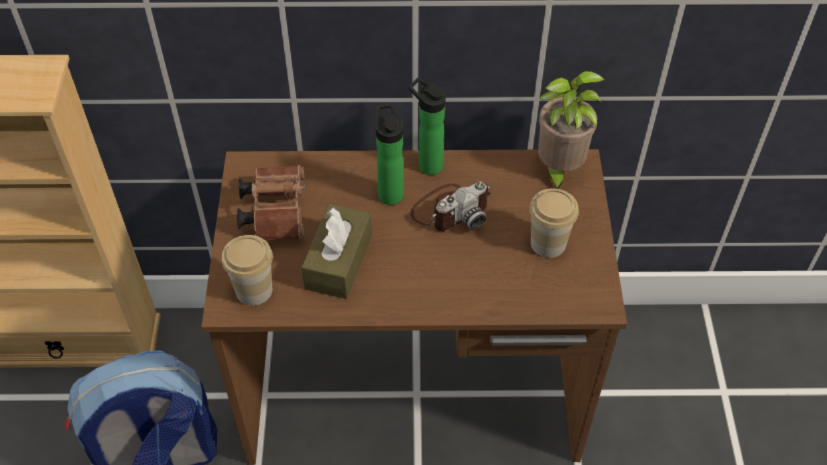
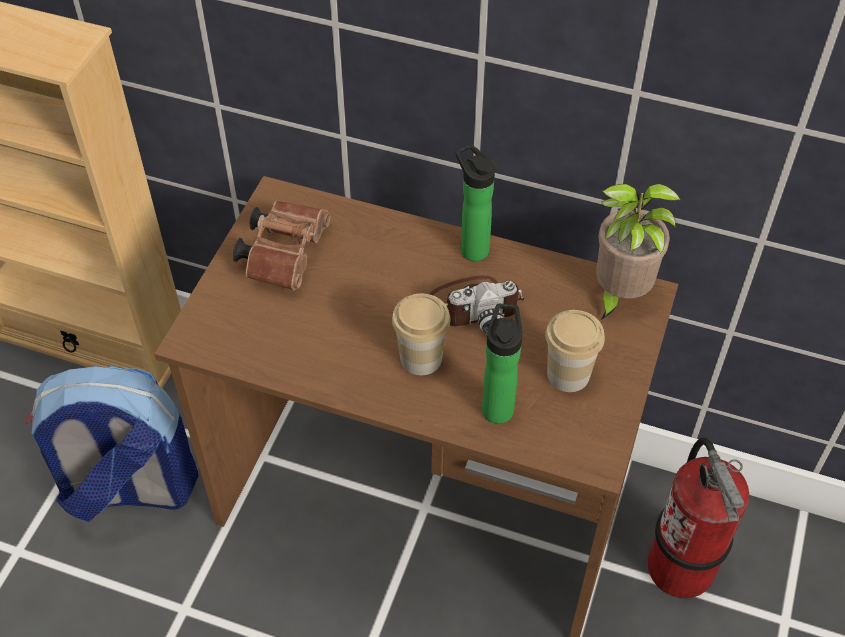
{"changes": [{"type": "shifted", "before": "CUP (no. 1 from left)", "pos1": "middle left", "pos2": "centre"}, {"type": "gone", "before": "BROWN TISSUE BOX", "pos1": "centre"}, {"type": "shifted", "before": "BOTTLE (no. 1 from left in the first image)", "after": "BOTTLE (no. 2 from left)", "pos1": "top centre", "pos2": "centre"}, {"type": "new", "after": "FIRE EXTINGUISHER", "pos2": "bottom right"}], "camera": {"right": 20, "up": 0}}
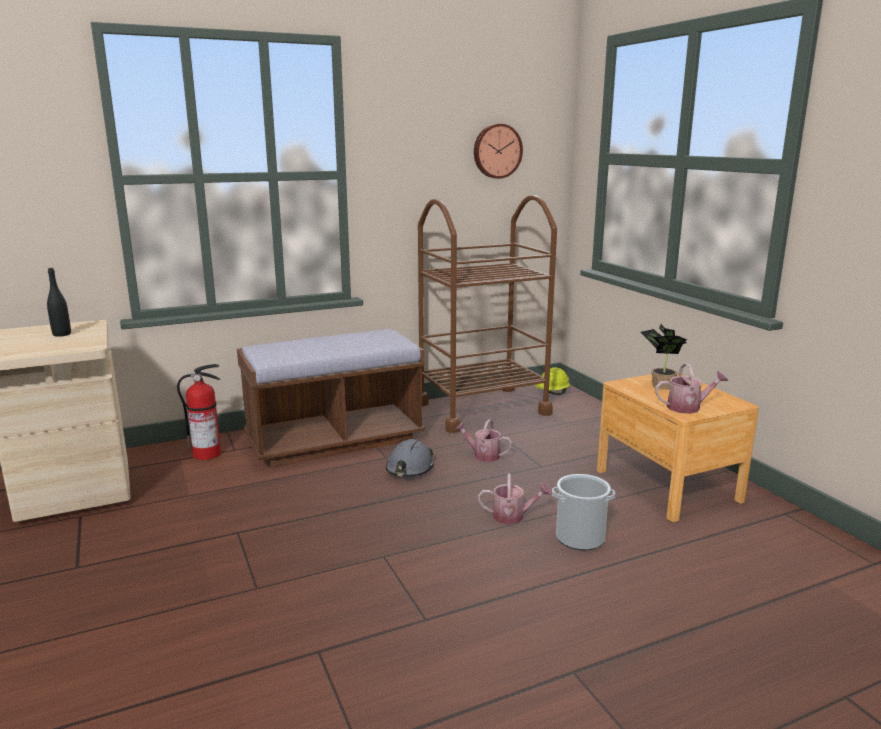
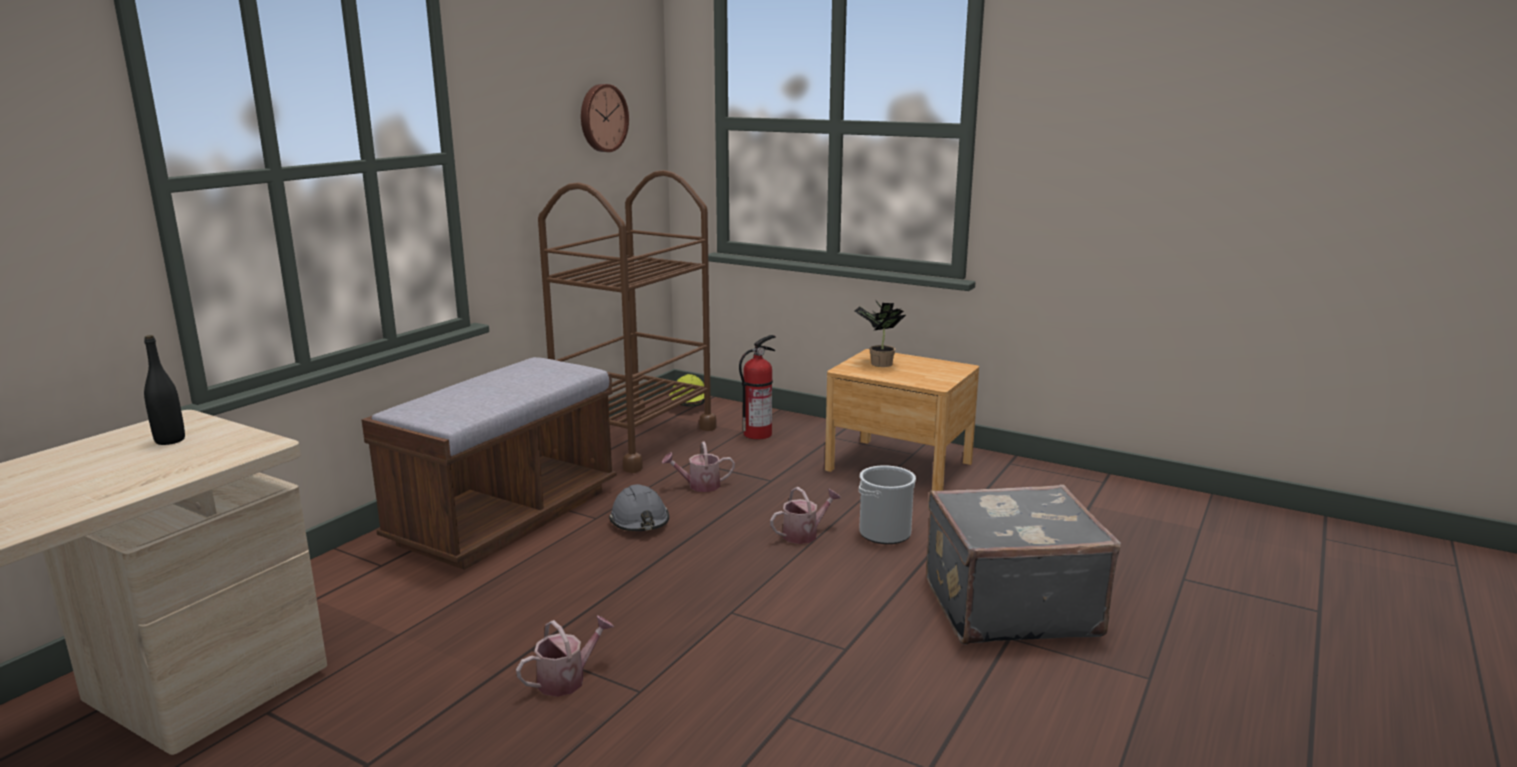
{"changes": [{"type": "shifted", "before": "FIRE EXTINGUISHER", "pos1": "middle left", "pos2": "centre"}, {"type": "shifted", "before": "WATERING CAN (no. 3 from left in the first image)", "after": "WATERING CAN (no. 1 from left)", "pos1": "middle right", "pos2": "bottom centre"}, {"type": "new", "after": "GREY SUITCASE", "pos2": "bottom right"}], "camera": {"right": -35, "up": 0}}
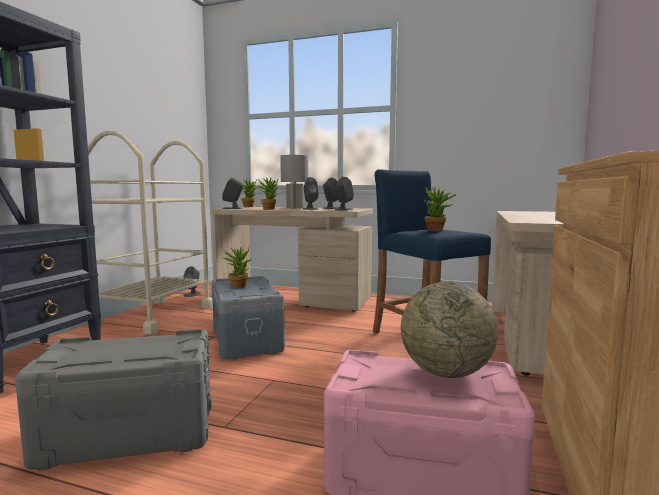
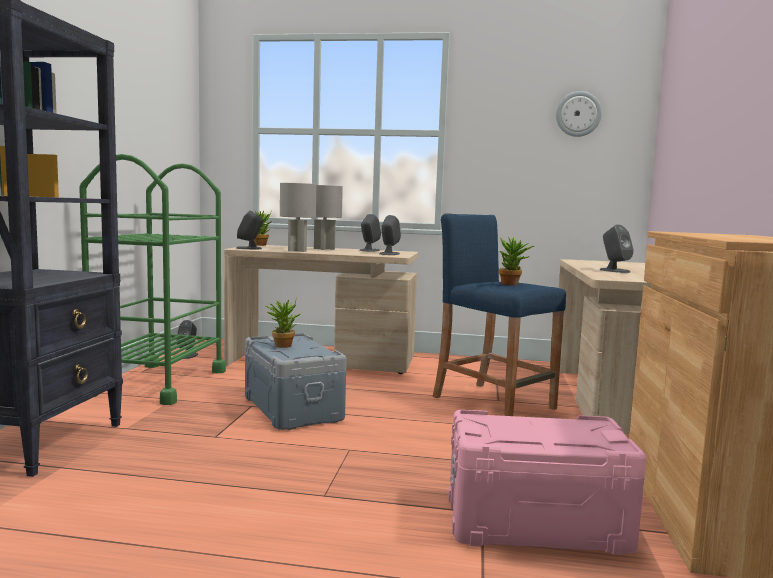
{"changes": [{"type": "gone", "before": "GREY STORAGE BOX (no. 1 from left)", "pos1": "bottom left"}, {"type": "repainted", "before": "BEIGE CART", "after": "GREEN CART", "pos1": "middle left", "pos2": "middle left"}, {"type": "swapped", "before": "POTTED PLANT (no. 3 from left)", "after": "GREY TABLE LAMP (no. 1 from left)", "pos1": "centre", "pos2": "centre"}, {"type": "shifted", "before": "GREY SPEAKER (no. 3 from left in the first image)", "after": "GREY SPEAKER (no. 5 from left)", "pos1": "centre", "pos2": "middle right"}, {"type": "gone", "before": "GLOBE", "pos1": "bottom right"}, {"type": "new", "after": "WALL CLOCK", "pos2": "top right"}], "camera": {"right": -10, "up": 0}}
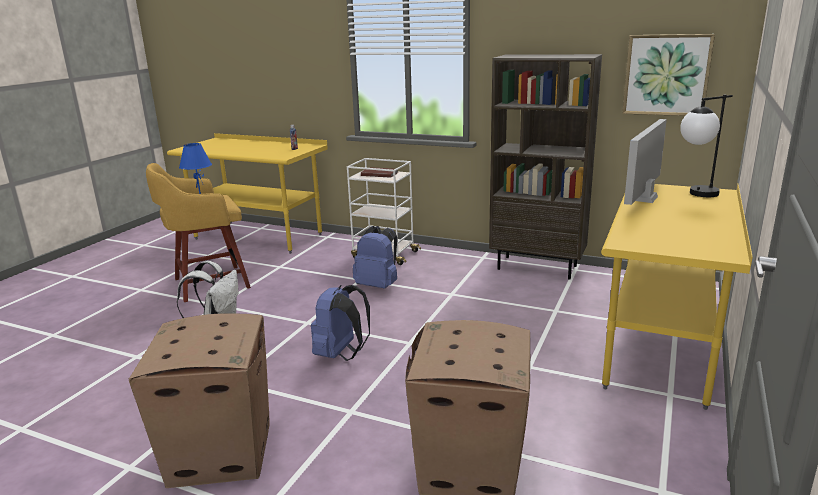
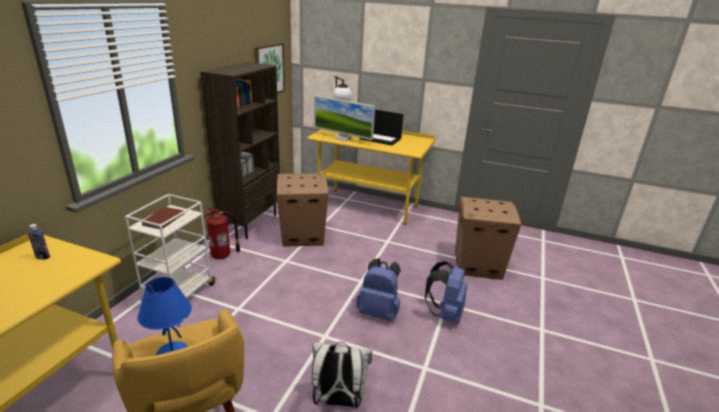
{"changes": [{"type": "shifted", "before": "CARDBOARD BOX (no. 1 from left)", "pos1": "bottom left", "pos2": "centre"}, {"type": "shifted", "before": "BLUE BACKPACK (no. 2 from left)", "pos1": "centre", "pos2": "bottom centre"}, {"type": "new", "after": "FIRE EXTINGUISHER", "pos2": "middle left"}, {"type": "new", "after": "LAPTOP", "pos2": "top centre"}], "camera": {"right": -95, "up": 5}}
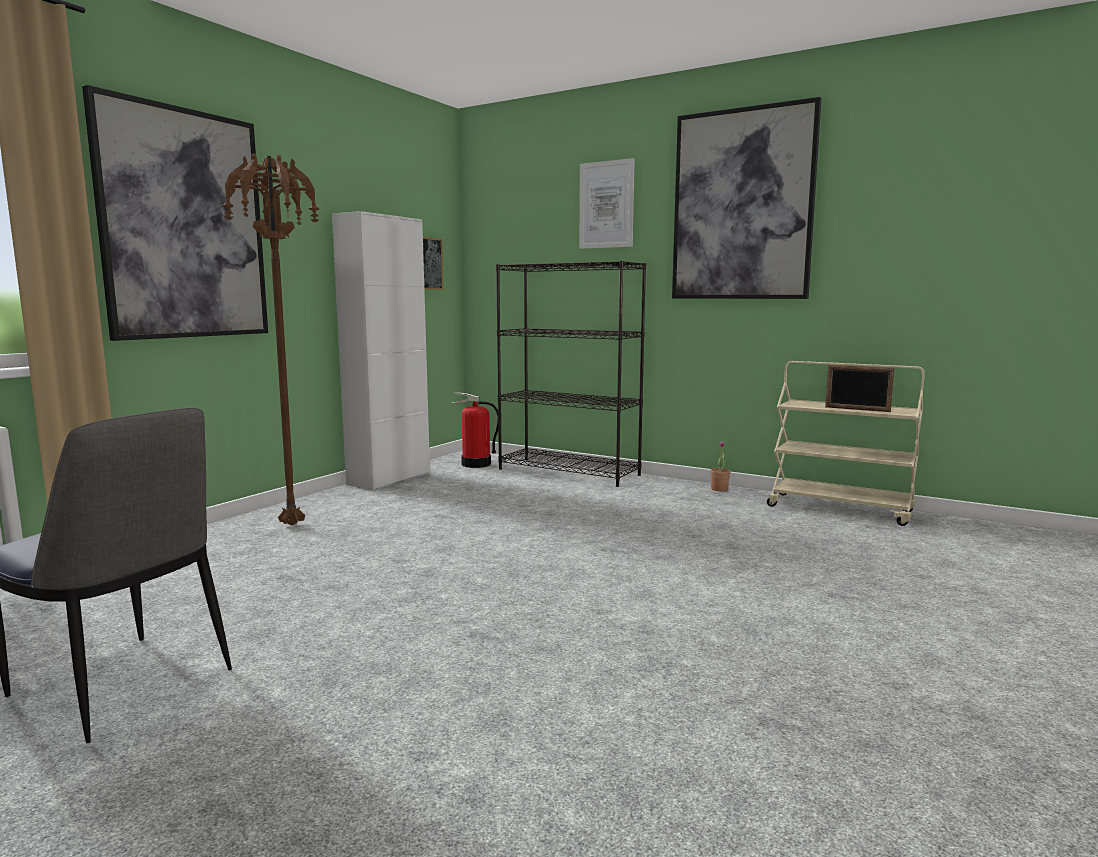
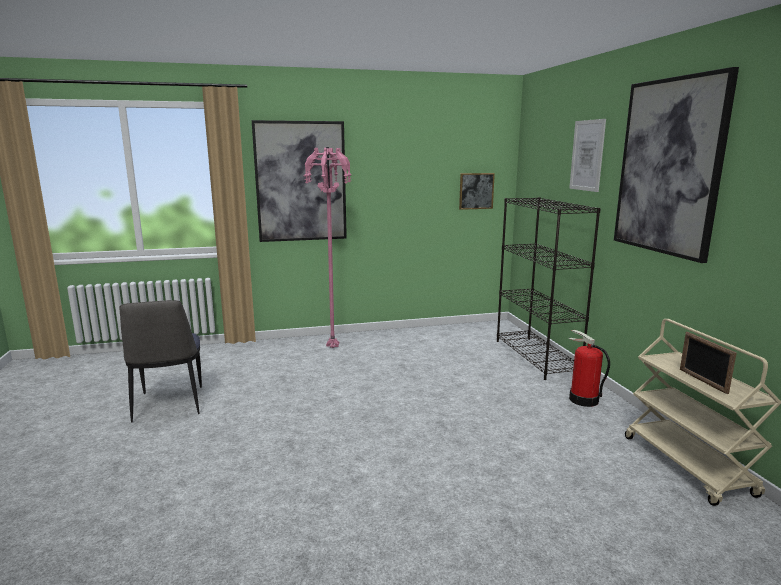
{"changes": [{"type": "repainted", "before": "BROWN FLOOR LAMP", "after": "PINK FLOOR LAMP", "pos1": "middle left", "pos2": "centre"}, {"type": "gone", "before": "WHITE CABINET", "pos1": "centre"}, {"type": "shifted", "before": "FIRE EXTINGUISHER", "pos1": "centre", "pos2": "middle right"}, {"type": "gone", "before": "POTTED PLANT", "pos1": "centre"}], "camera": {"right": 45, "up": 5}}
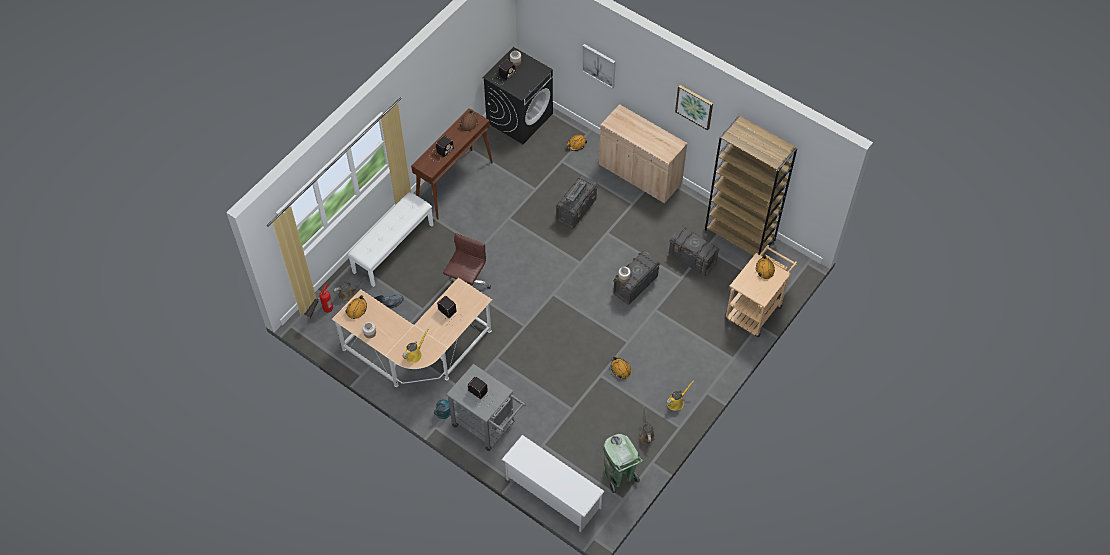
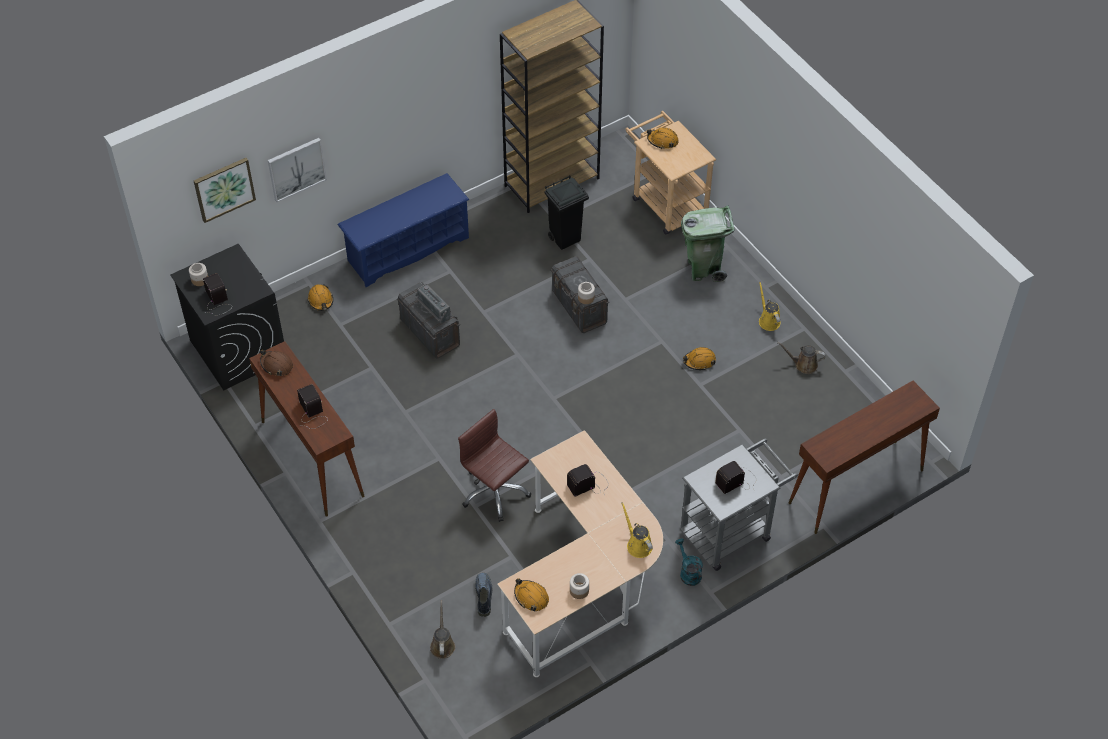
{"changes": [{"type": "gone", "before": "FIRE EXTINGUISHER", "pos1": "middle left"}, {"type": "gone", "before": "WHITE BENCH", "pos1": "centre"}, {"type": "swapped", "before": "WHITE SHOE RACK", "after": "BROWN CONSOLE TABLE (no. 2 from left)", "pos1": "bottom centre", "pos2": "middle right"}, {"type": "swapped", "before": "BEIGE CABINET", "after": "BLUE SHOE RACK", "pos1": "top centre", "pos2": "top centre"}, {"type": "shifted", "before": "GREEN TRASH CAN", "pos1": "bottom centre", "pos2": "top centre"}, {"type": "swapped", "before": "GREY STORAGE BOX (no. 3 from left)", "after": "BLACK TRASH CAN", "pos1": "centre", "pos2": "top centre"}, {"type": "shifted", "before": "PICTURE (no. 2 from left in the first image)", "after": "PICTURE (no. 1 from left)", "pos1": "top centre", "pos2": "top left"}], "camera": {"right": -70, "up": -5}}
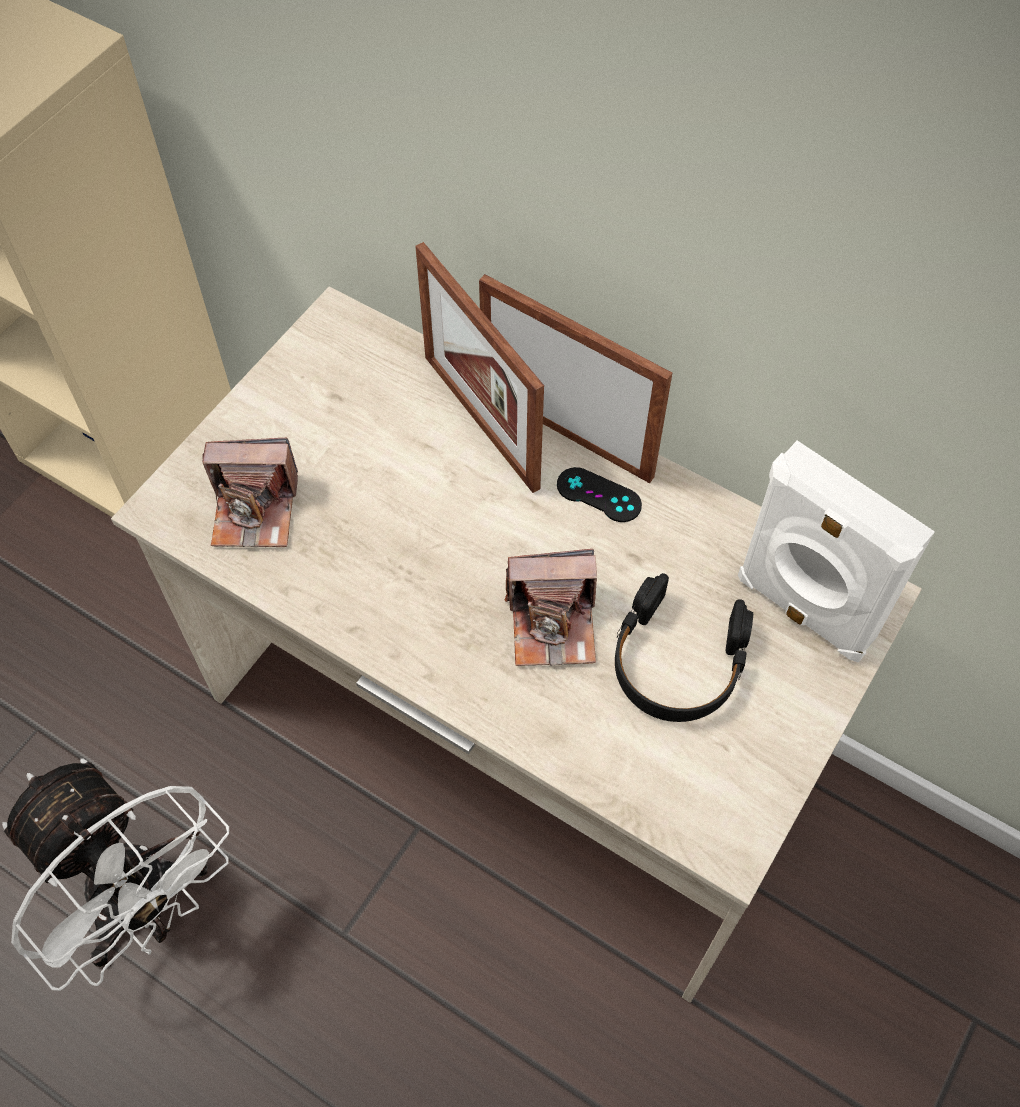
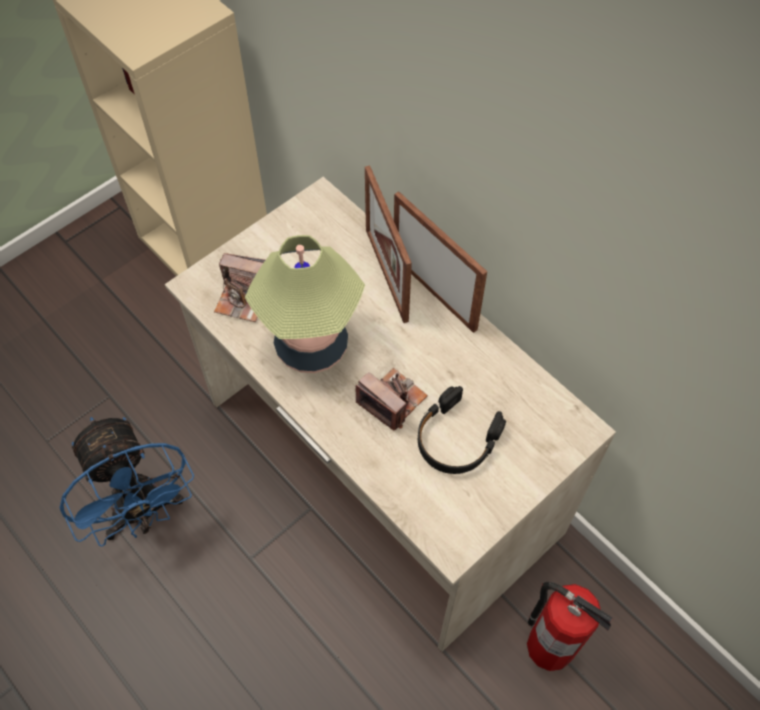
{"changes": [{"type": "repainted", "before": "WHITE FAN", "after": "BLUE FAN", "pos1": "bottom left", "pos2": "bottom left"}, {"type": "rotated", "before": "PHOTO CAMERA (no. 2 from left)", "pos1": "centre", "pos2": "centre", "turn": -150}, {"type": "gone", "before": "BLACK GAME CONTROLLER", "pos1": "centre"}, {"type": "gone", "before": "WHITE SPEAKER", "pos1": "middle right"}, {"type": "new", "after": "TABLE LAMP", "pos2": "centre"}, {"type": "new", "after": "FIRE EXTINGUISHER", "pos2": "bottom right"}], "camera": {"right": 15, "up": 0}}
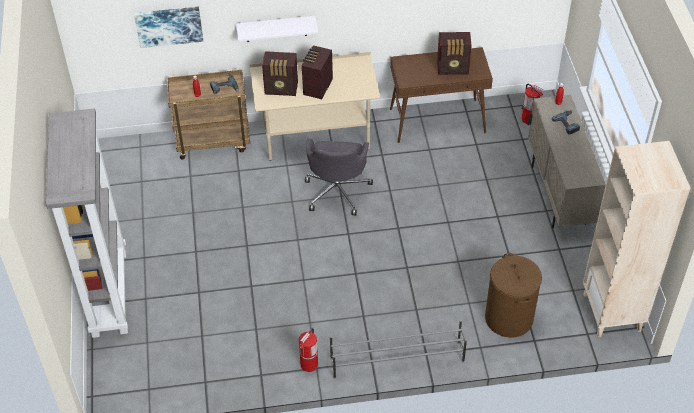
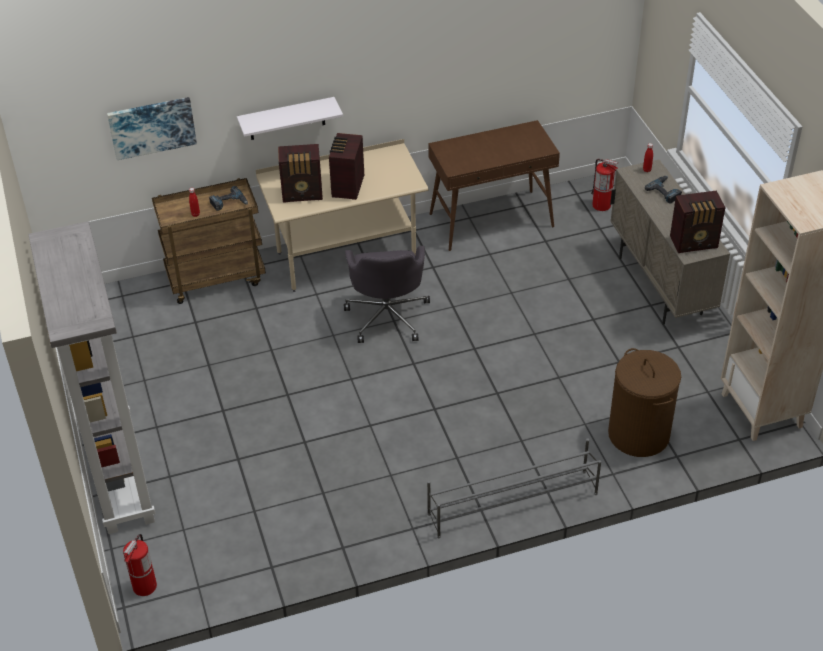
{"changes": [{"type": "shifted", "before": "FIRE EXTINGUISHER (no. 1 from left)", "pos1": "bottom centre", "pos2": "bottom left"}, {"type": "shifted", "before": "RADIO (no. 3 from left)", "pos1": "top centre", "pos2": "middle right"}], "camera": {"right": -10, "up": -5}}
